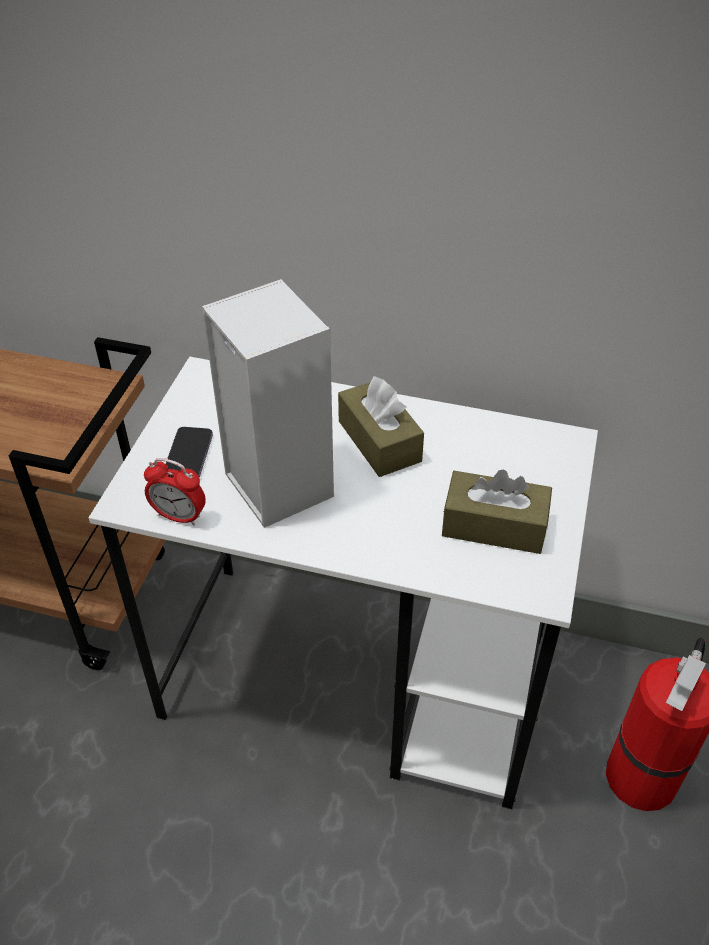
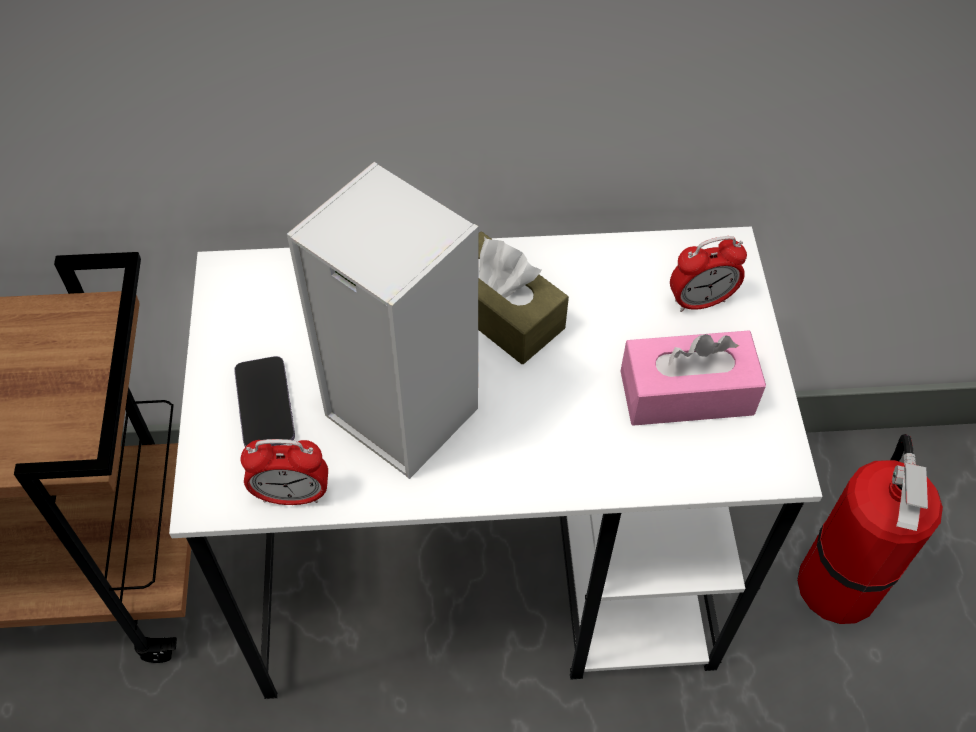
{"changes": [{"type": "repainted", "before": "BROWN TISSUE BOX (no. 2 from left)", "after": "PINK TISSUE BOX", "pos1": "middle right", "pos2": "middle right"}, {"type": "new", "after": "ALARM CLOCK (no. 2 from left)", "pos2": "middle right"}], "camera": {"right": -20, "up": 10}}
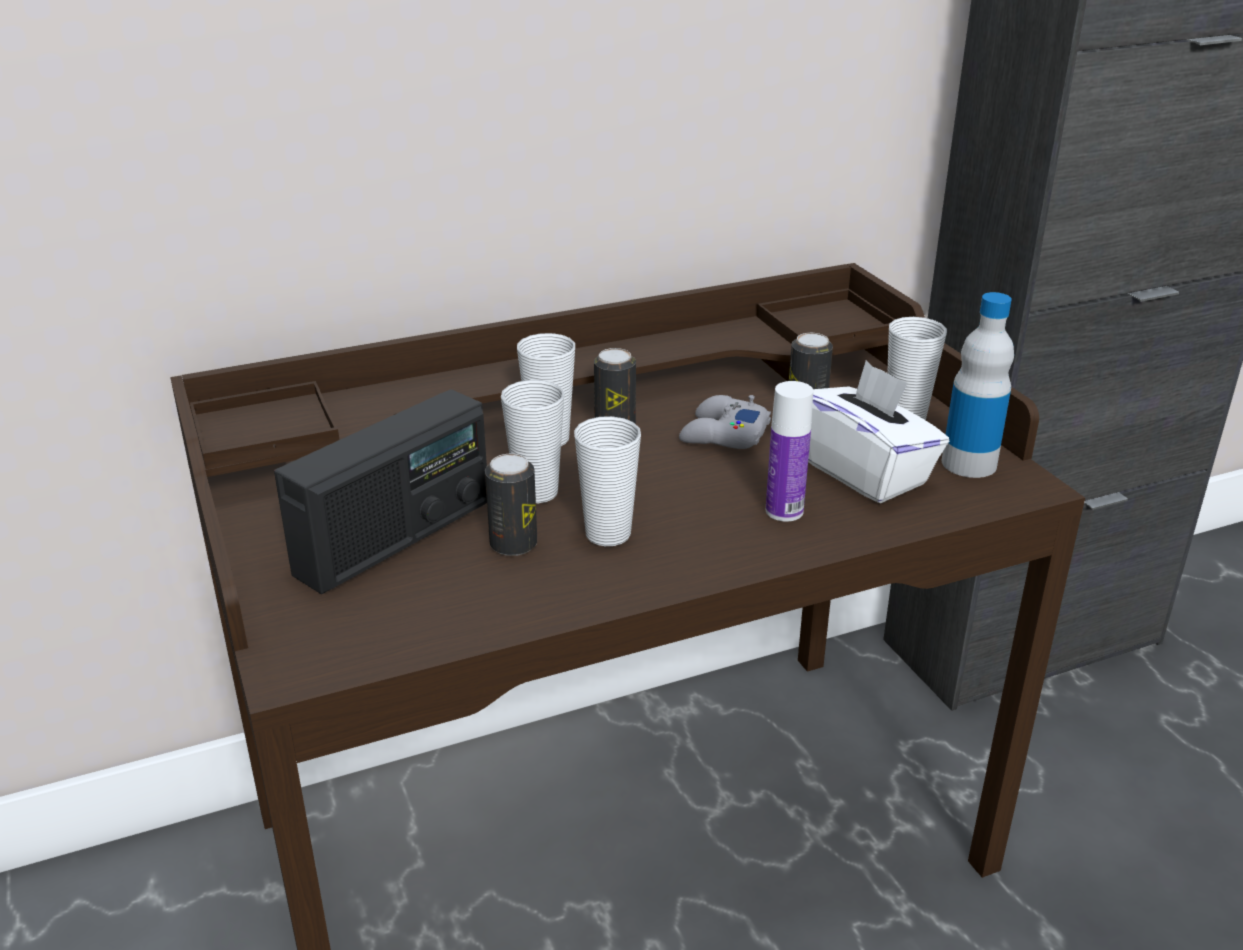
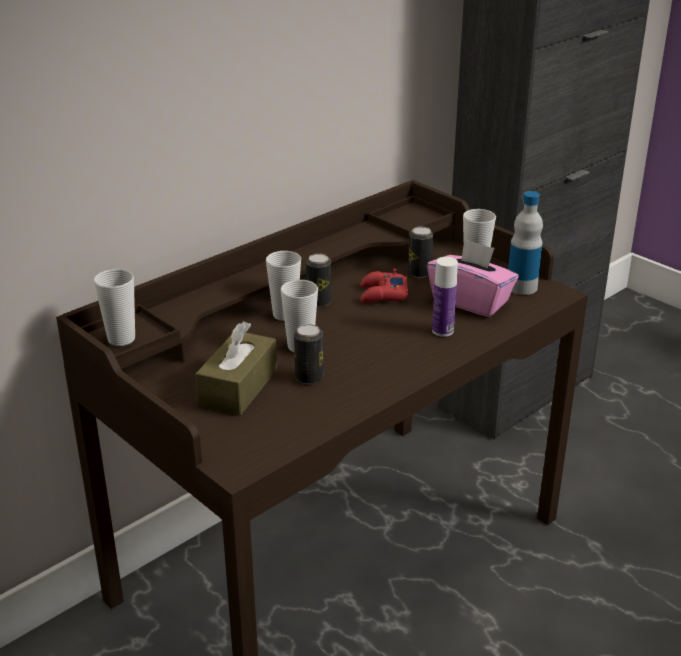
{"changes": [{"type": "swapped", "before": "RADIO", "after": "BROWN TISSUE BOX", "pos1": "middle left", "pos2": "centre"}, {"type": "shifted", "before": "CUP (no. 3 from left in the first image)", "after": "CUP (no. 1 from left)", "pos1": "centre", "pos2": "middle left"}, {"type": "repainted", "before": "GREY GAME CONTROLLER", "after": "RED GAME CONTROLLER", "pos1": "centre", "pos2": "centre"}, {"type": "repainted", "before": "WHITE TISSUE BOX", "after": "PINK TISSUE BOX", "pos1": "middle right", "pos2": "middle right"}], "camera": {"right": -20, "up": 0}}
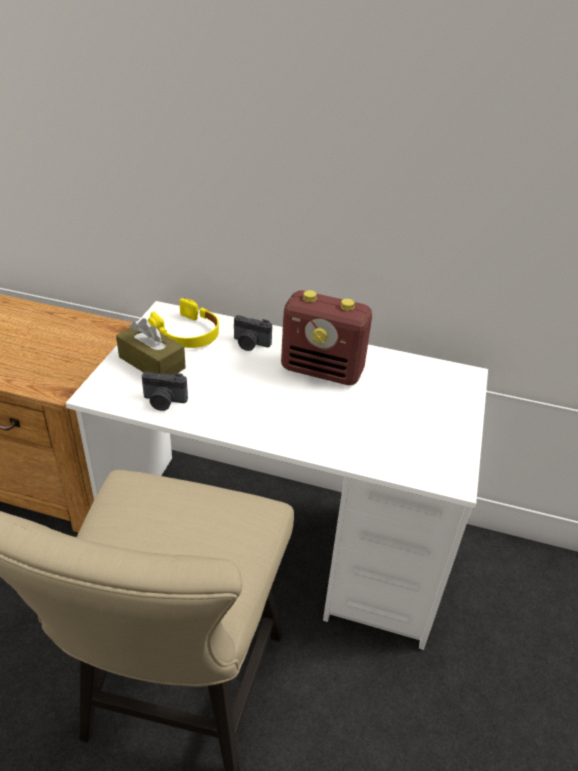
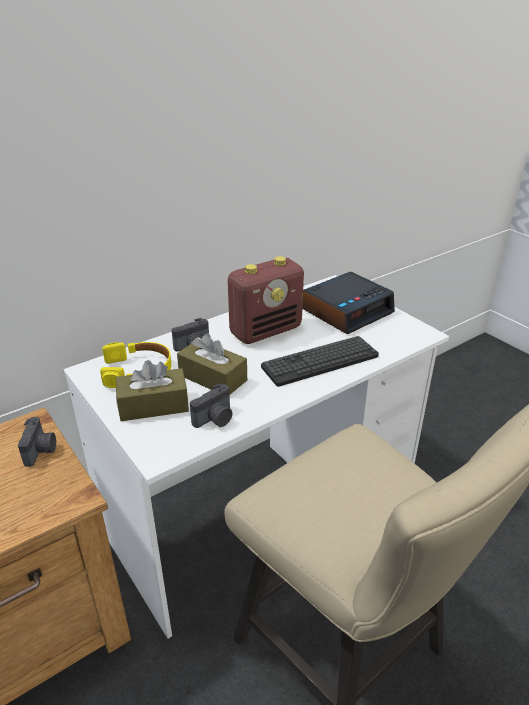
{"changes": [{"type": "new", "after": "PHOTO CAMERA (no. 1 from left)", "pos2": "middle left"}, {"type": "new", "after": "BROWN TISSUE BOX (no. 2 from left)", "pos2": "centre"}, {"type": "new", "after": "KEYBOARD", "pos2": "centre"}, {"type": "new", "after": "ALARM CLOCK", "pos2": "centre"}], "camera": {"right": -50, "up": -5}}
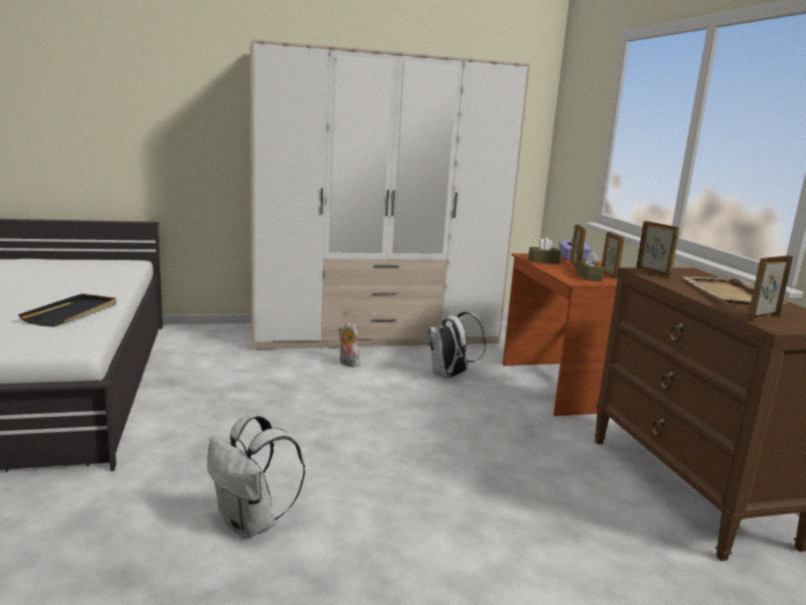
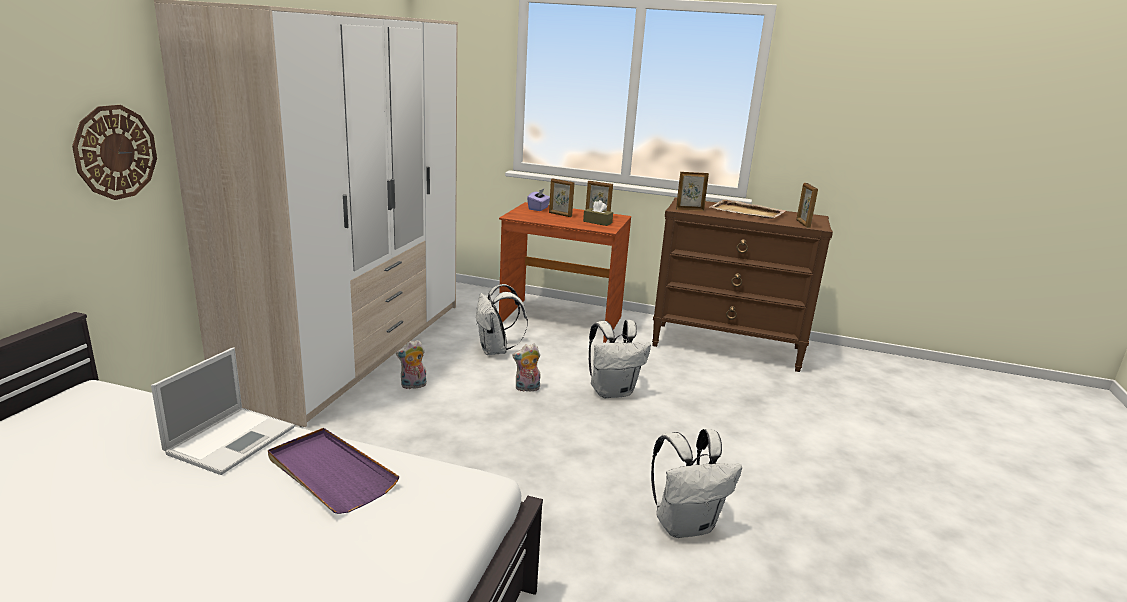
{"changes": [{"type": "repainted", "before": "BLACK TRAY", "after": "PURPLE TRAY", "pos1": "middle left", "pos2": "bottom left"}, {"type": "gone", "before": "BROWN TISSUE BOX (no. 1 from left)", "pos1": "middle right"}, {"type": "new", "after": "WALL CLOCK", "pos2": "top left"}, {"type": "new", "after": "LAPTOP", "pos2": "bottom left"}, {"type": "new", "after": "PLUSH TOY (no. 2 from left)", "pos2": "centre"}, {"type": "new", "after": "WHITE BACKPACK (no. 2 from left)", "pos2": "centre"}], "camera": {"right": -60, "up": 5}}
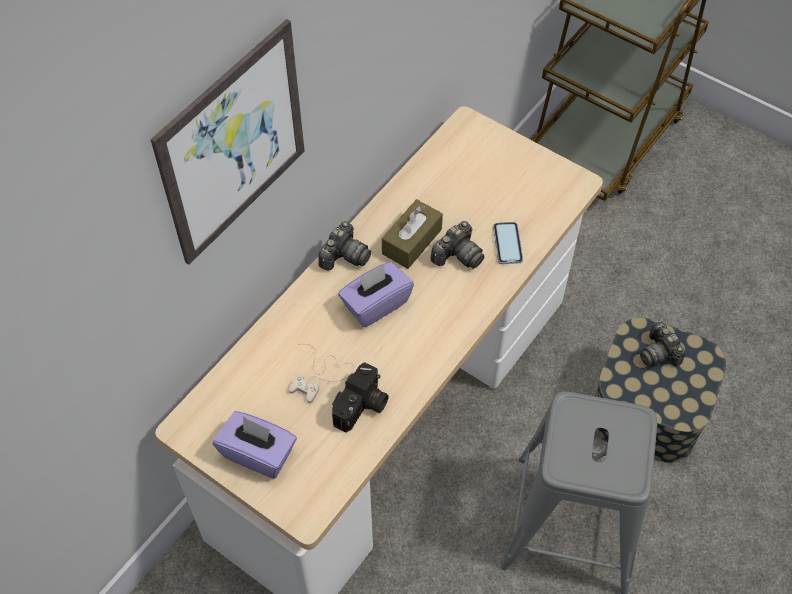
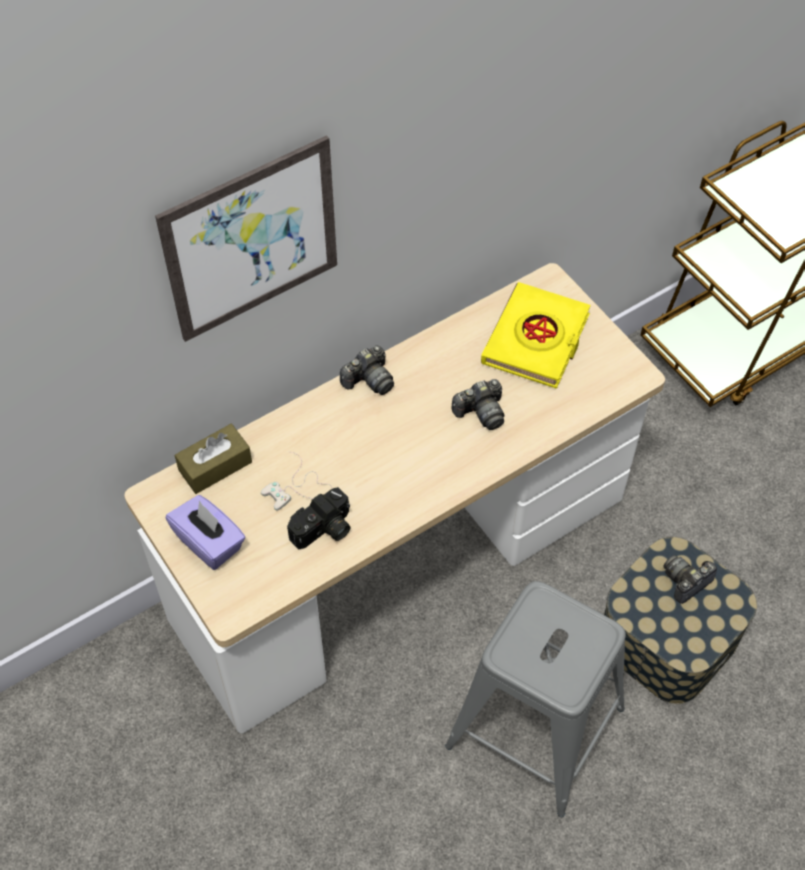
{"changes": [{"type": "gone", "before": "PURPLE TISSUE BOX (no. 2 from left)", "pos1": "centre"}, {"type": "shifted", "before": "BROWN TISSUE BOX", "pos1": "centre", "pos2": "middle left"}, {"type": "gone", "before": "PHONE", "pos1": "centre"}, {"type": "rotated", "before": "PHOTO CAMERA (no. 4 from left)", "pos1": "middle right", "pos2": "middle right", "turn": 60}, {"type": "new", "after": "YELLOW BOOK", "pos2": "centre"}], "camera": {"right": 20, "up": 0}}
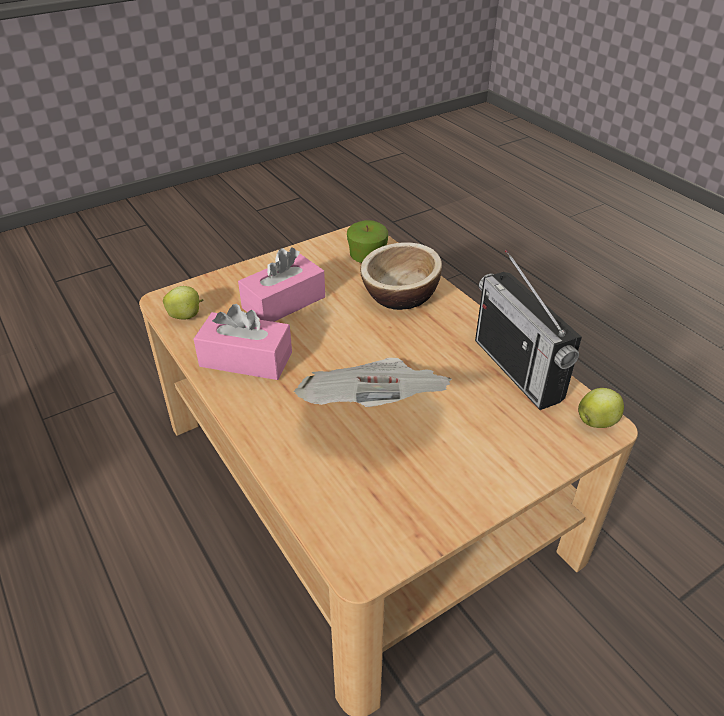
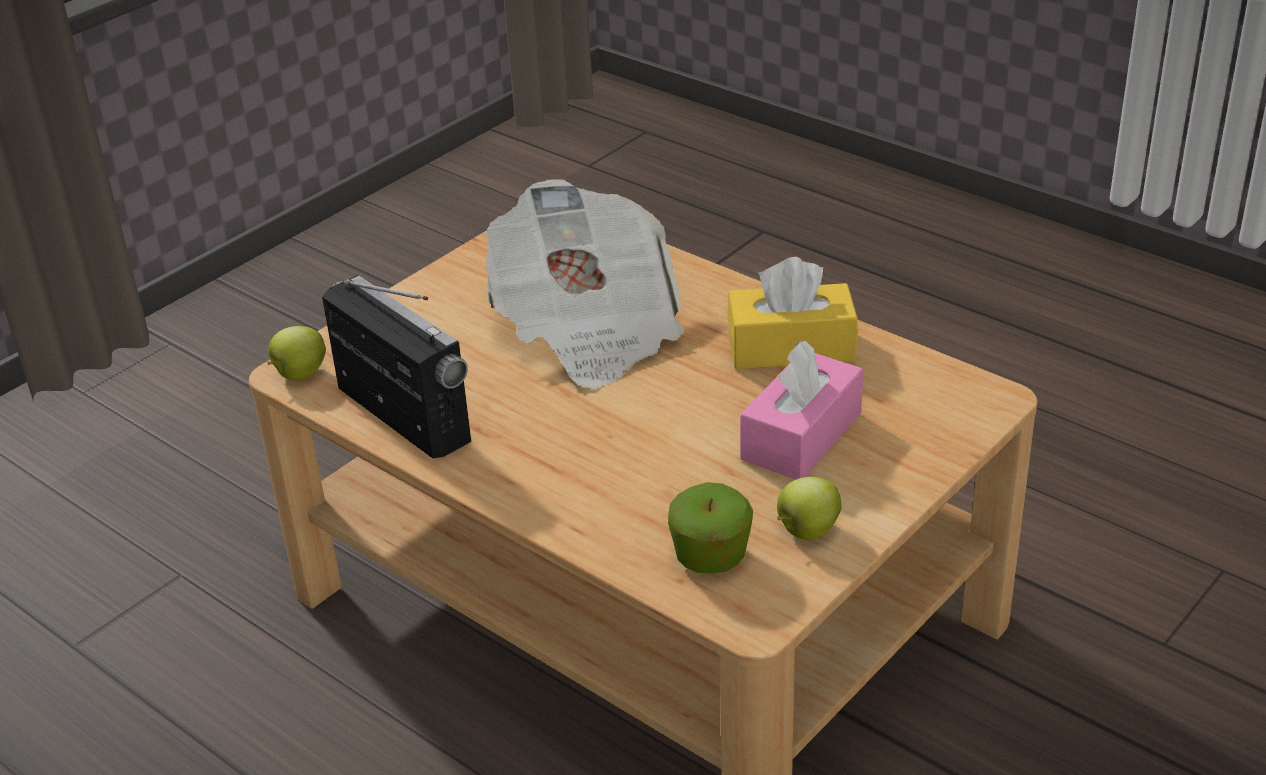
{"changes": [{"type": "shifted", "before": "APPLE (no. 1 from left in the first image)", "after": "APPLE (no. 3 from left)", "pos1": "middle left", "pos2": "centre"}, {"type": "repainted", "before": "PINK TISSUE BOX (no. 1 from left)", "after": "YELLOW TISSUE BOX", "pos1": "centre", "pos2": "centre"}, {"type": "gone", "before": "BOWL", "pos1": "centre"}], "camera": {"right": 165, "up": -5}}
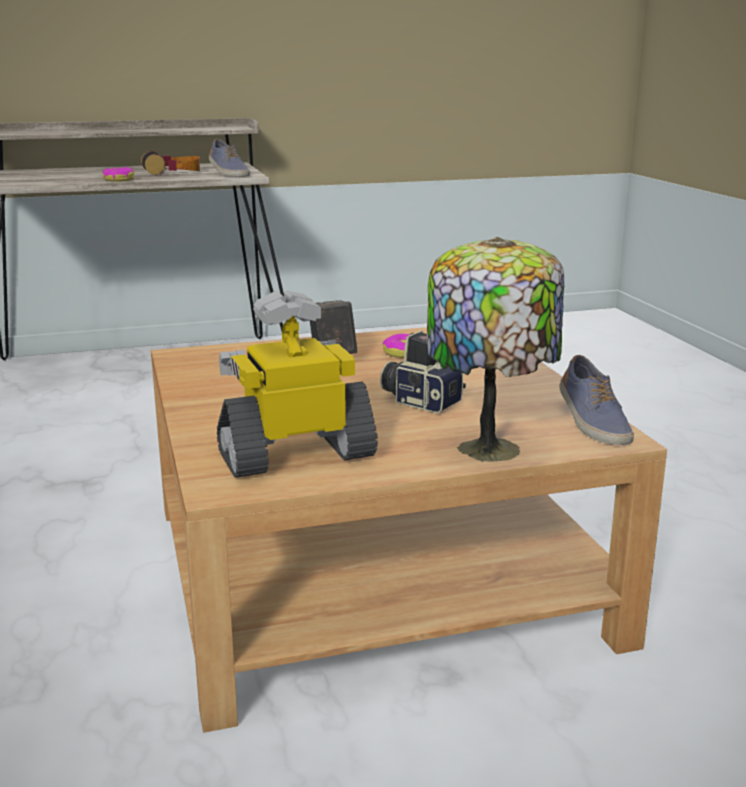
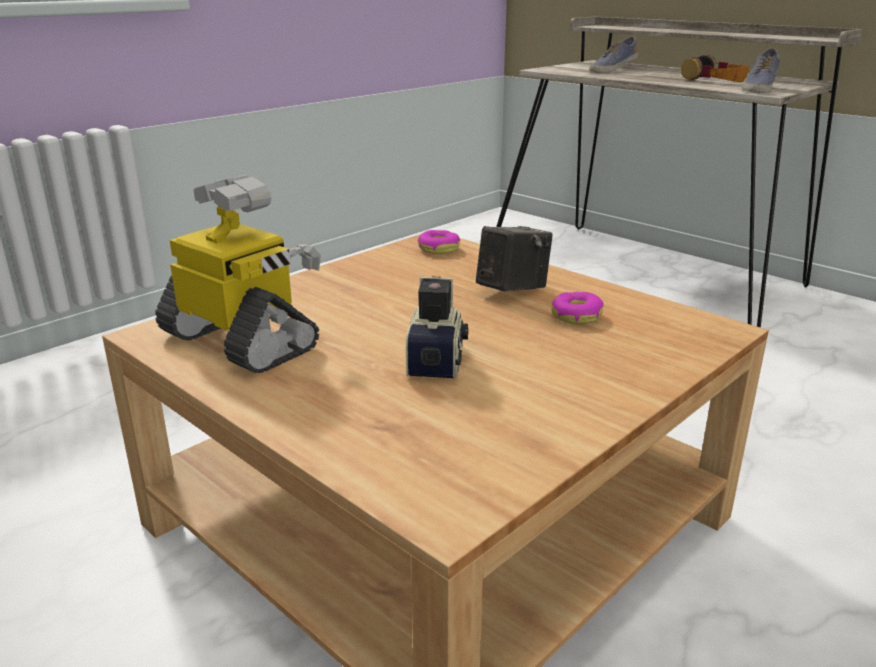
{"changes": [{"type": "shifted", "before": "DONUT (no. 1 from left)", "pos1": "top left", "pos2": "centre"}, {"type": "gone", "before": "TABLE LAMP", "pos1": "centre"}, {"type": "shifted", "before": "SHOE (no. 2 from left in the first image)", "after": "SHOE (no. 1 from left)", "pos1": "middle right", "pos2": "top right"}], "camera": {"right": 60, "up": 5}}
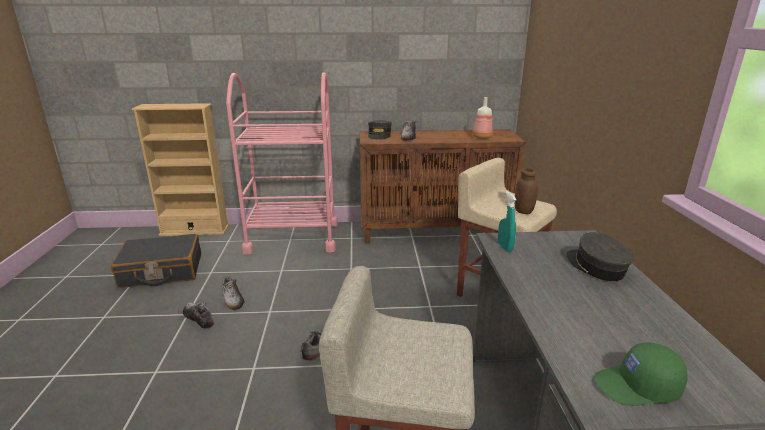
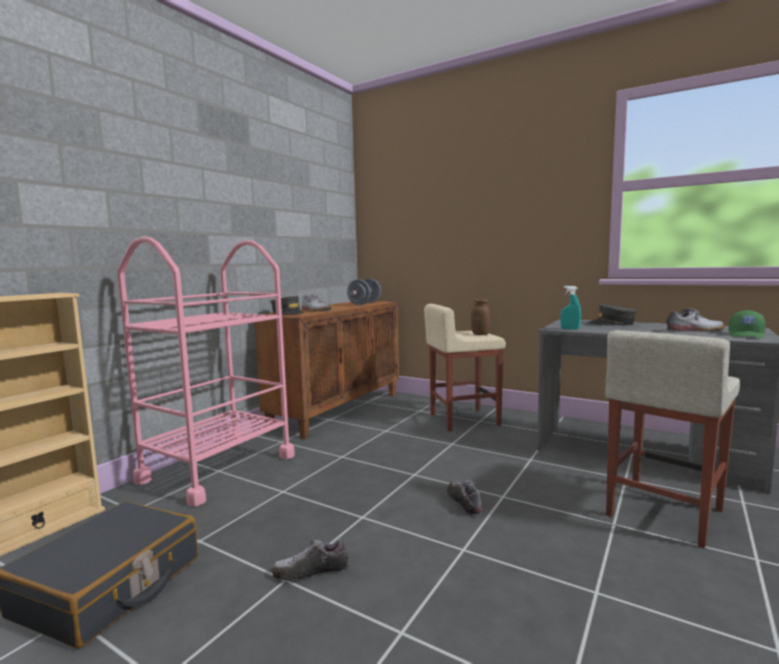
{"changes": [{"type": "shifted", "before": "SHOE (no. 2 from left in the first image)", "after": "SHOE (no. 4 from left)", "pos1": "bottom left", "pos2": "middle right"}, {"type": "swapped", "before": "BOTTLE", "after": "GREY DUMBBELL", "pos1": "top centre", "pos2": "centre"}], "camera": {"right": -55, "up": -15}}
